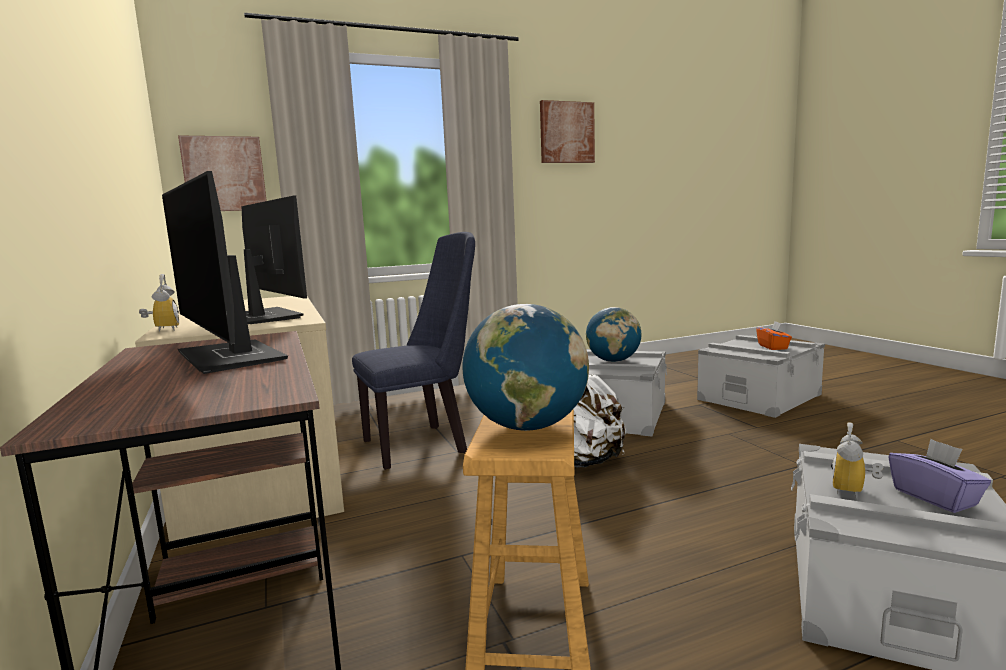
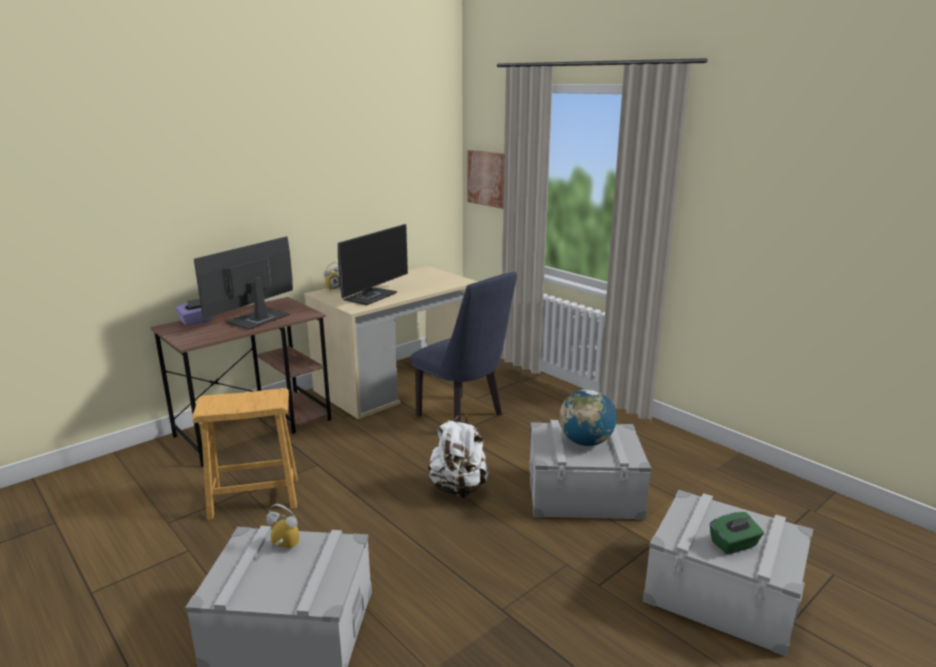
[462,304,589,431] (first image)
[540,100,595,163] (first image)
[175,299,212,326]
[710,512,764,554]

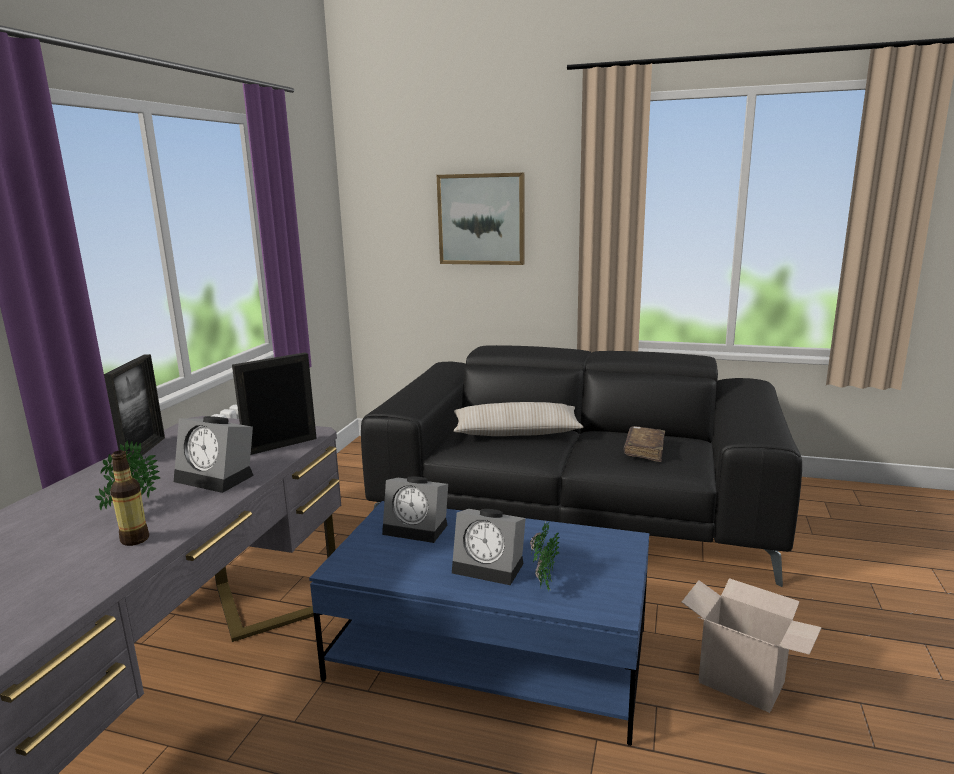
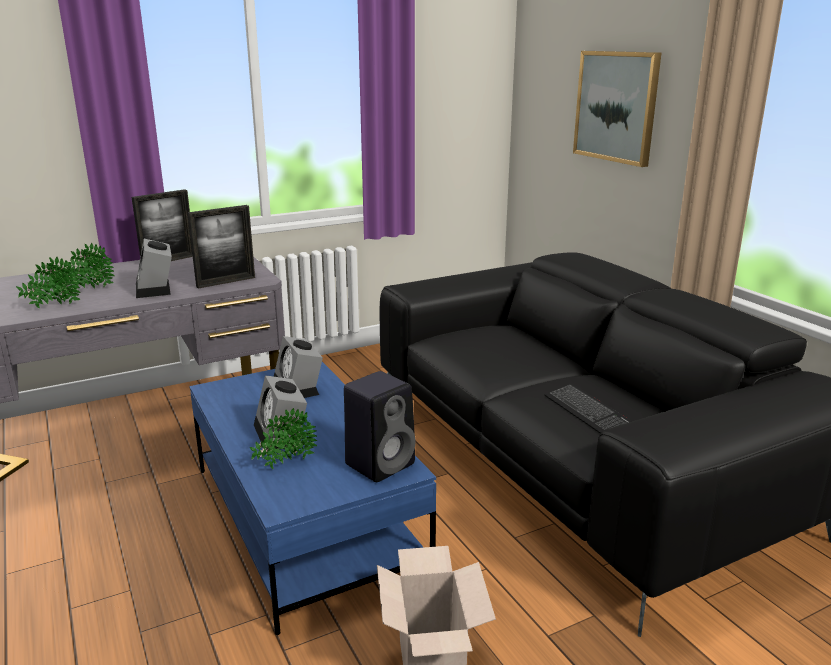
[454,402,583,436] (first image)
[344,371,416,482]
[16,256,80,309]
[545,384,632,433]
[187,205,255,289]

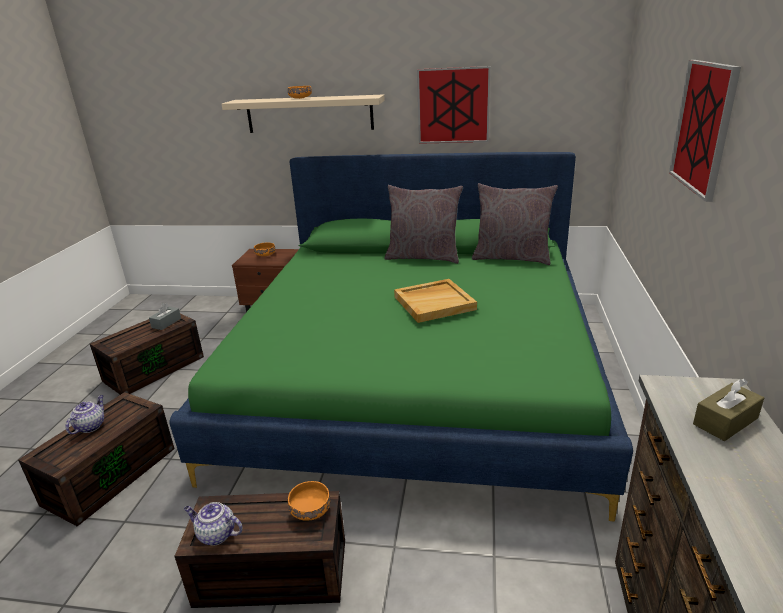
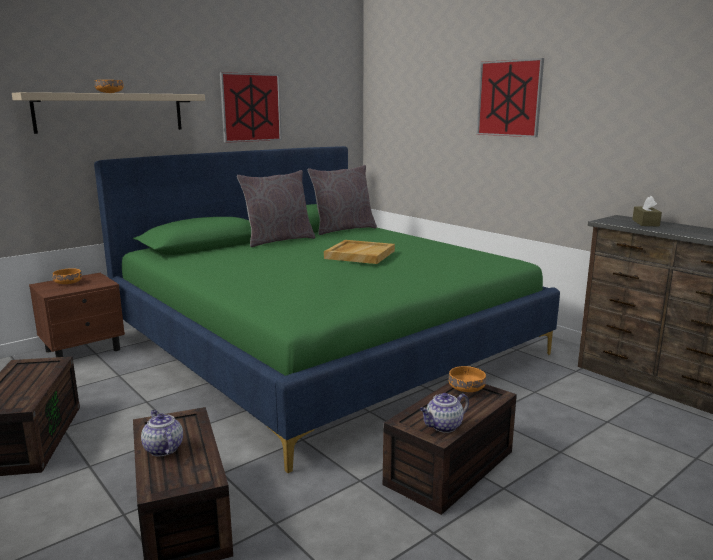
[149,303,181,330] (first image)

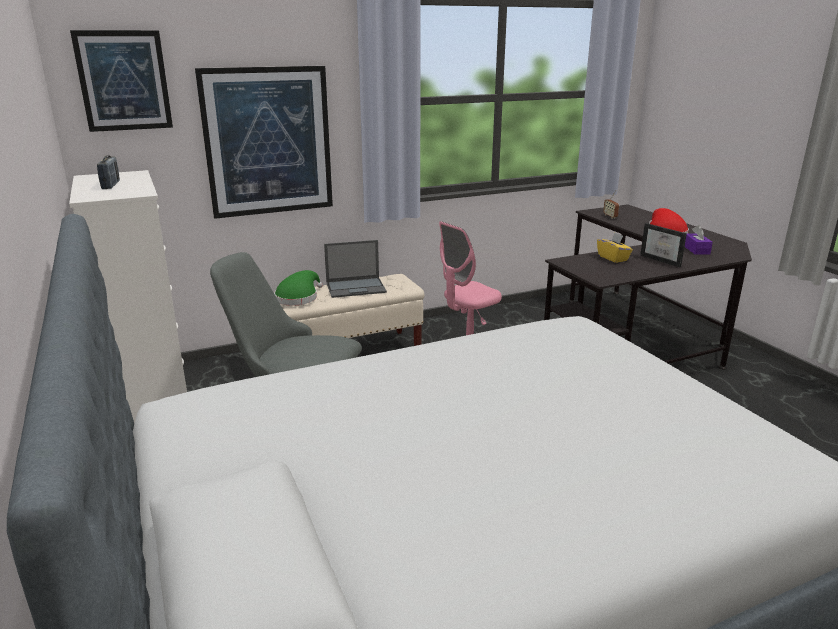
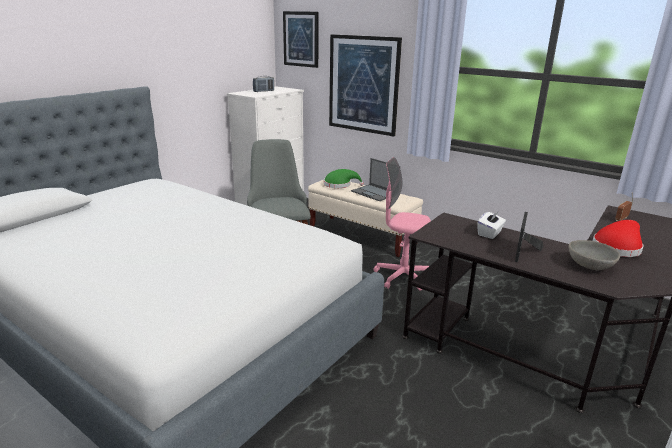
[568,240,620,270]
[478,211,506,239]

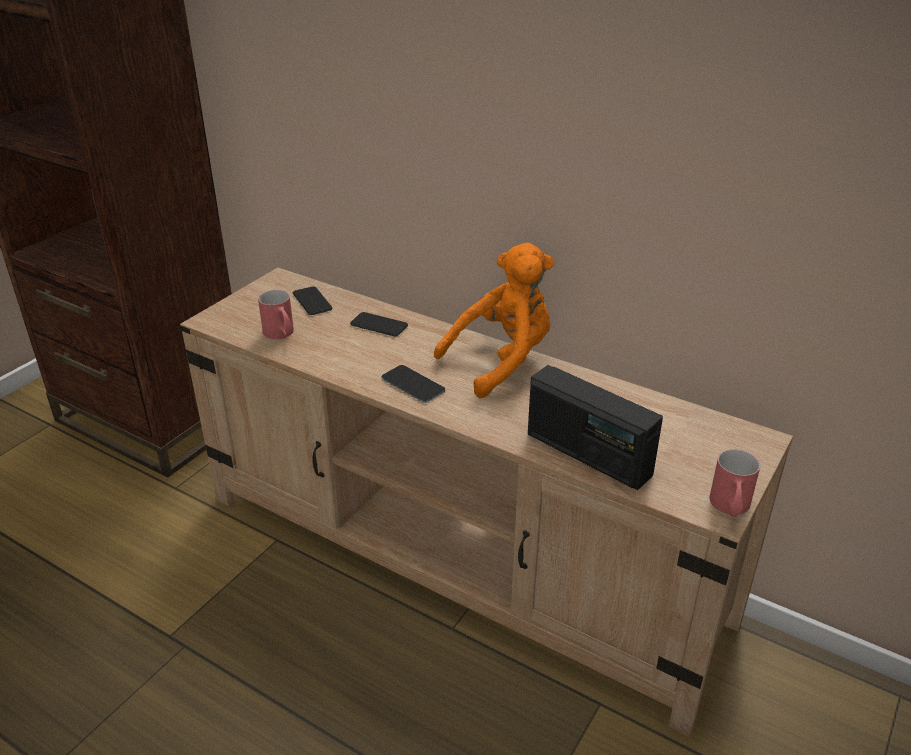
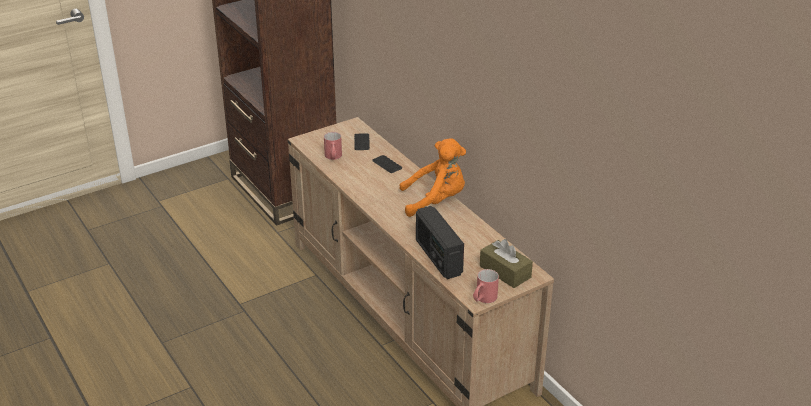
[382,365,445,403] (first image)
[480,239,533,288]

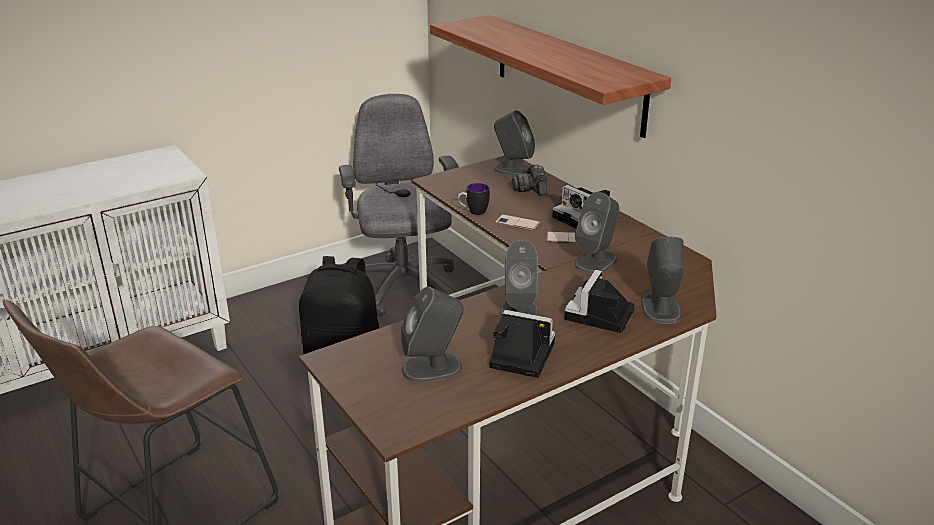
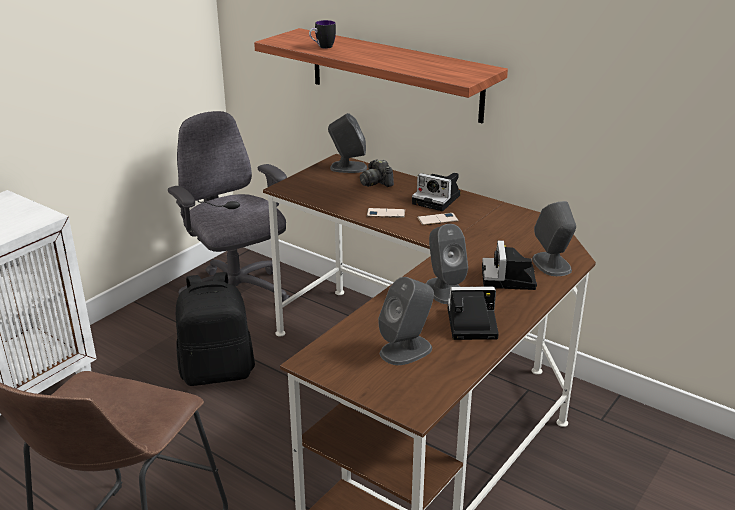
[574,192,619,274] (first image)
[309,20,336,49]

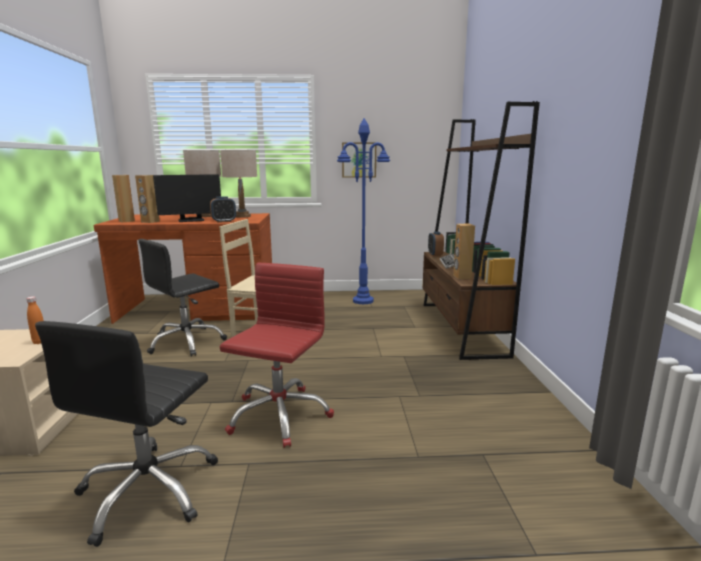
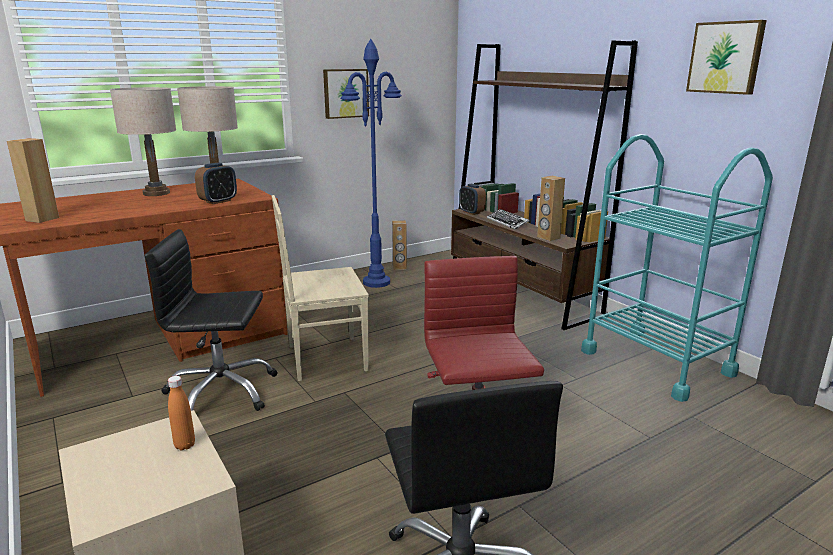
[153,174,221,222] (first image)
[581,134,773,402]
[686,20,767,95]
[392,220,407,270]
[145,229,277,411]

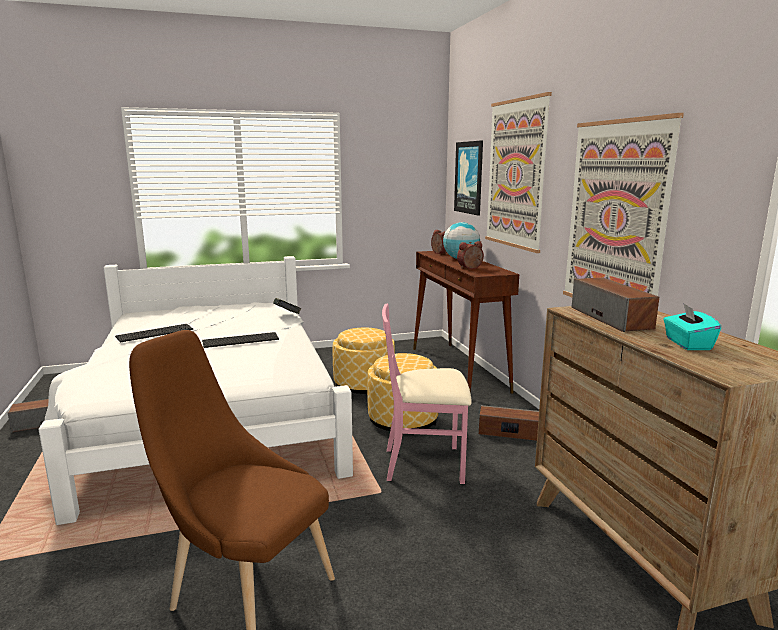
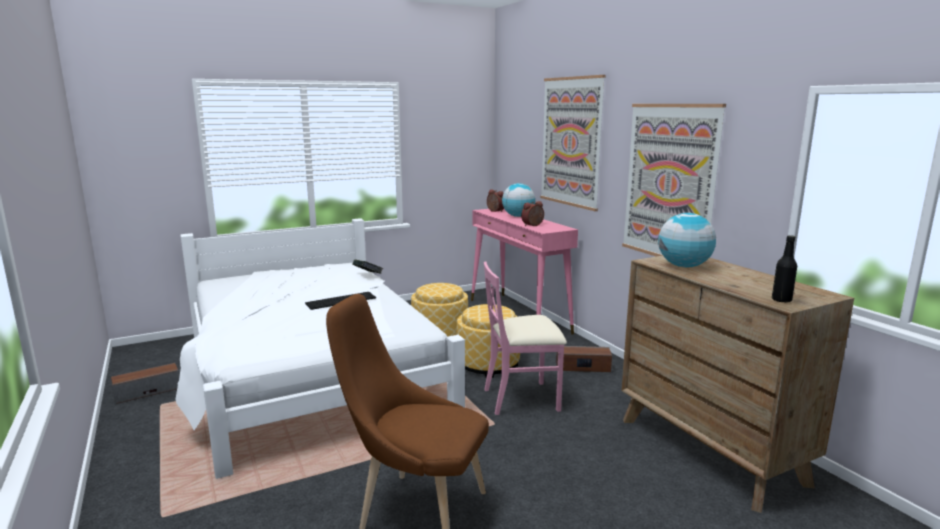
[115,324,193,342] (first image)
[454,140,483,216] (first image)
[664,303,721,350] (first image)
[772,235,797,303]
[658,213,716,268]
[471,209,578,335]

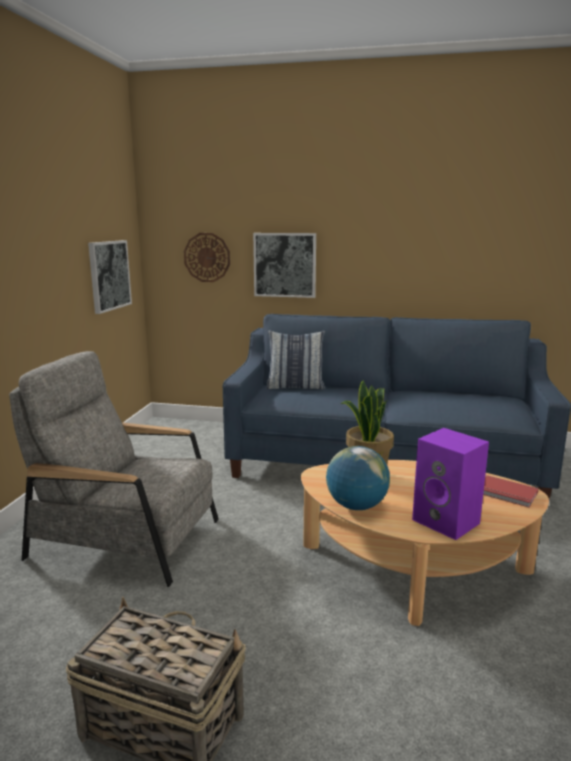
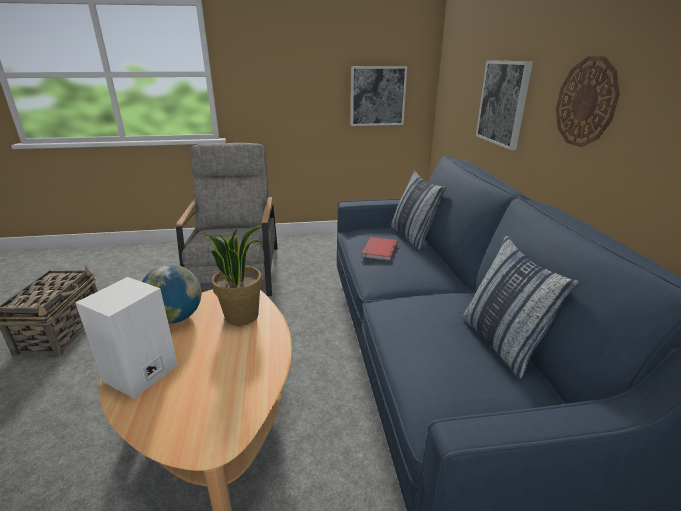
[463,235,580,379]
[556,57,620,147]
[362,237,398,261]
[75,277,178,398]

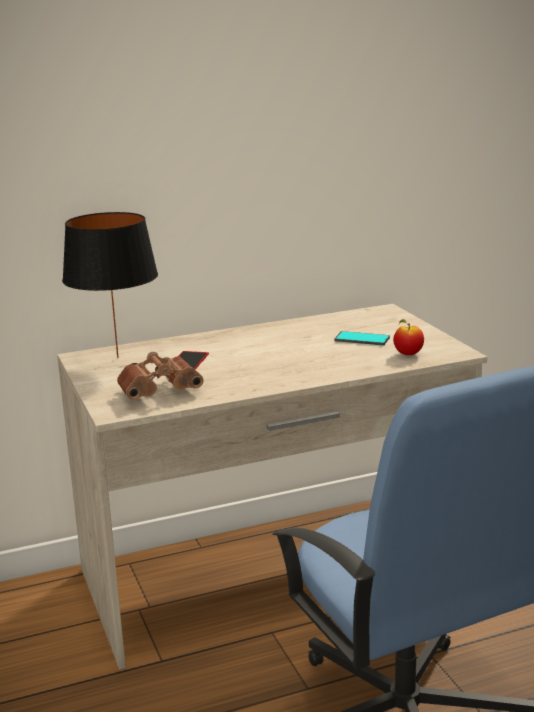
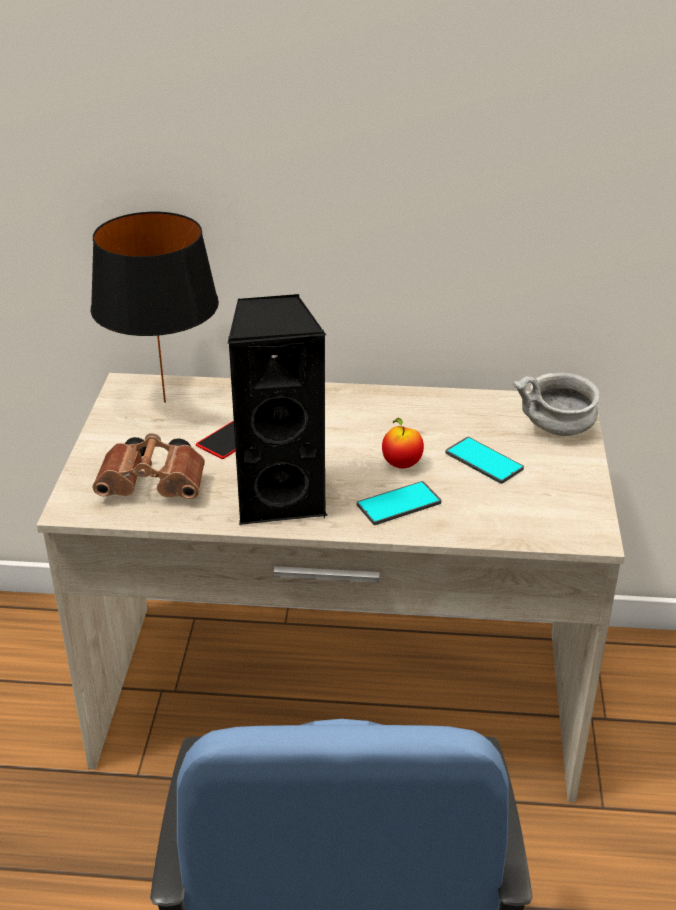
[227,294,328,525]
[357,481,441,525]
[513,373,600,436]
[382,418,424,468]

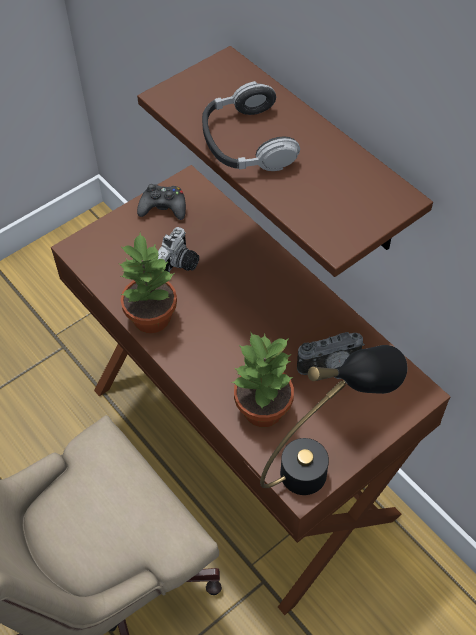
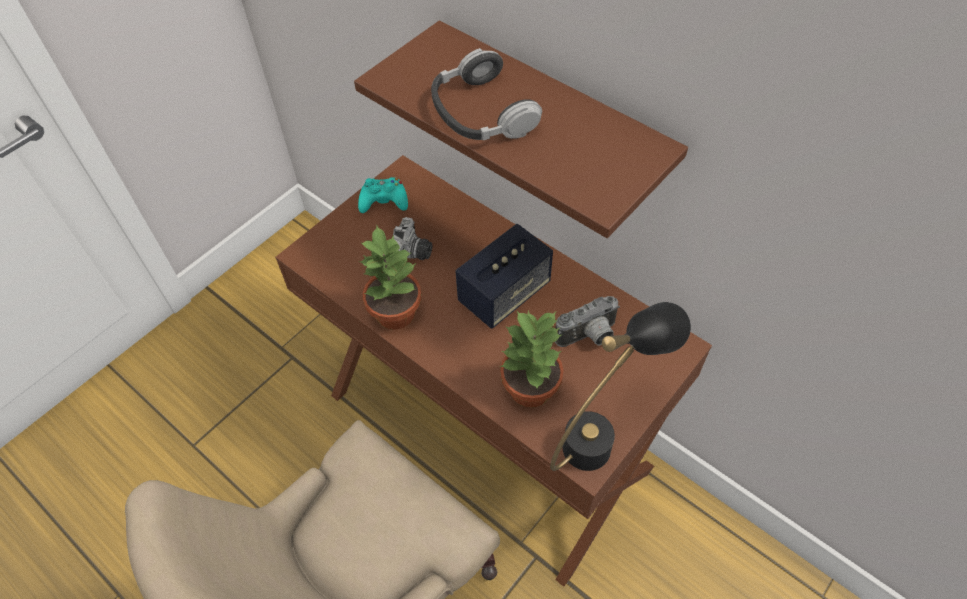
[455,224,553,329]
[358,177,408,213]

